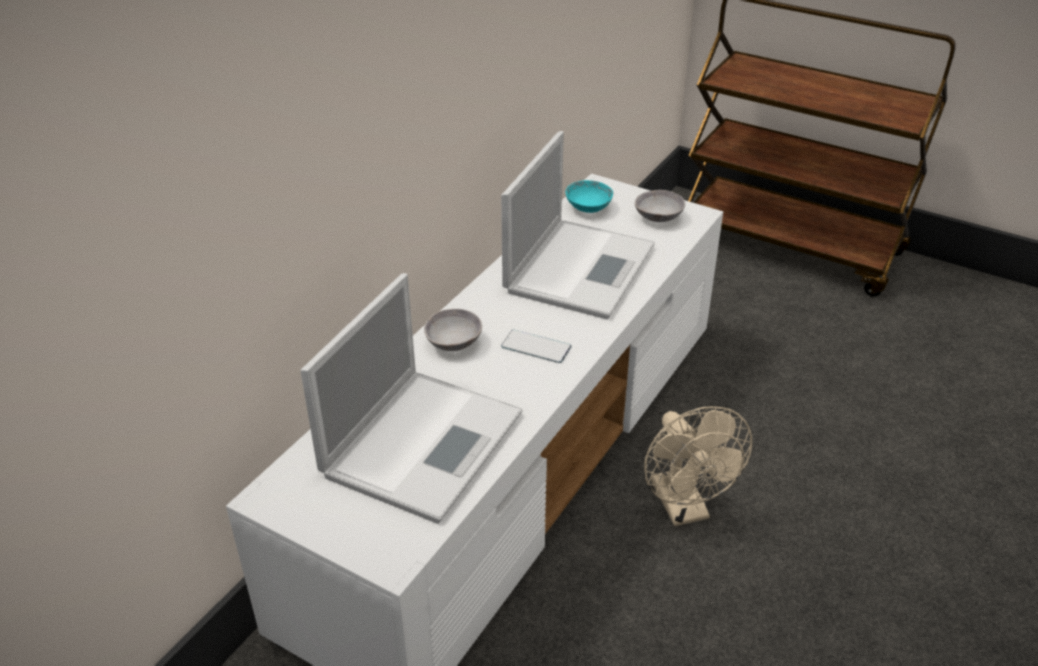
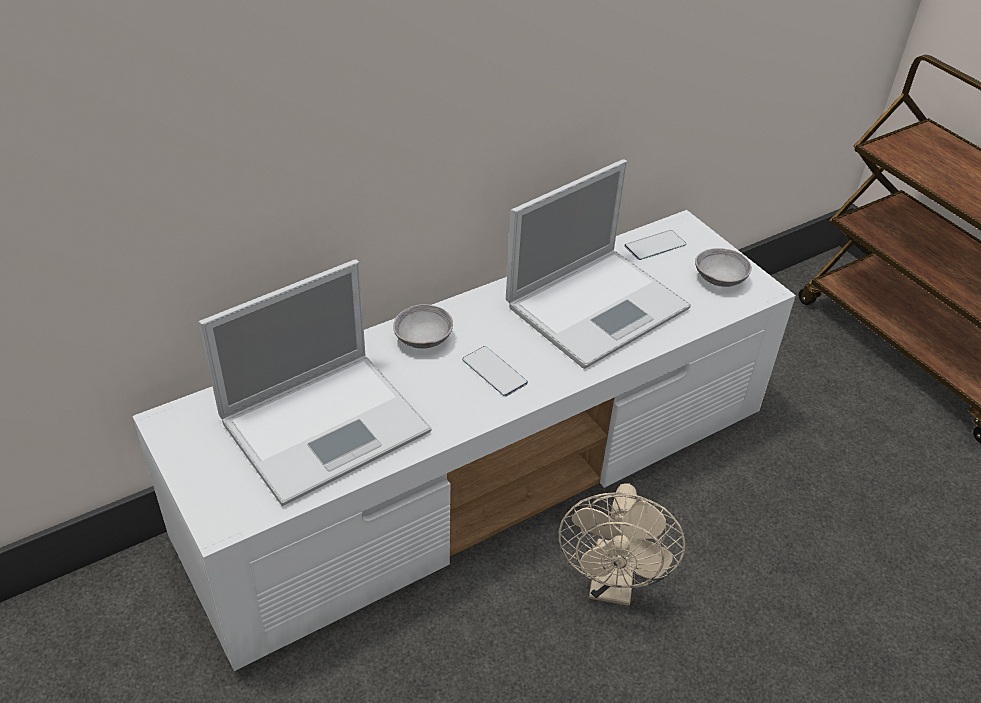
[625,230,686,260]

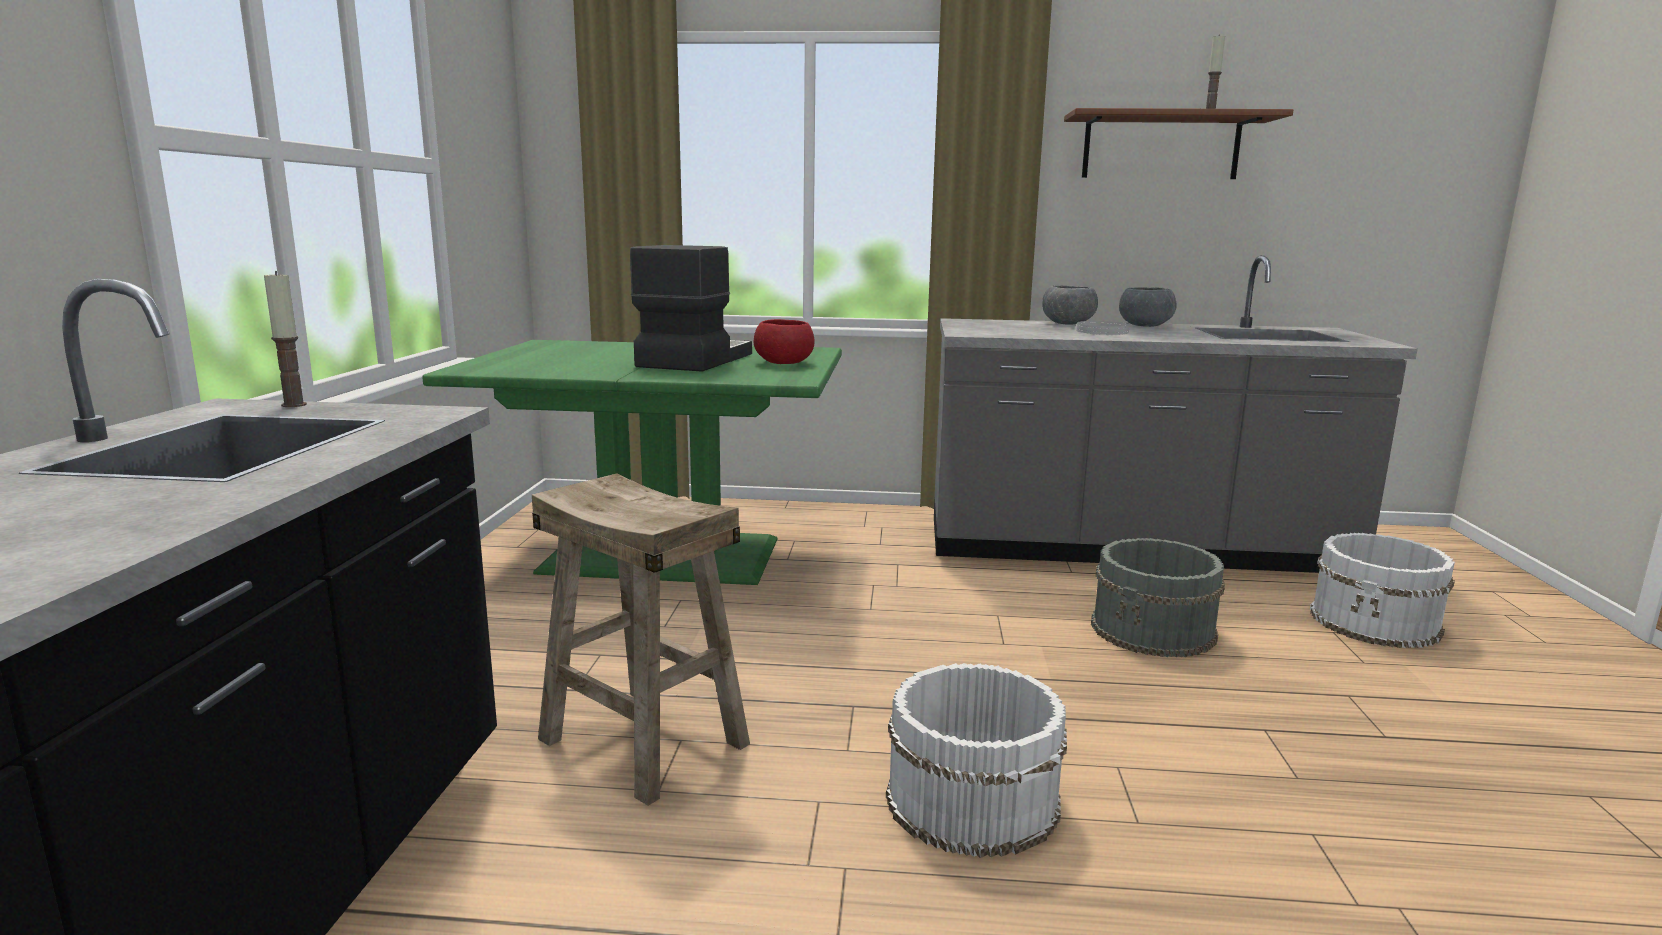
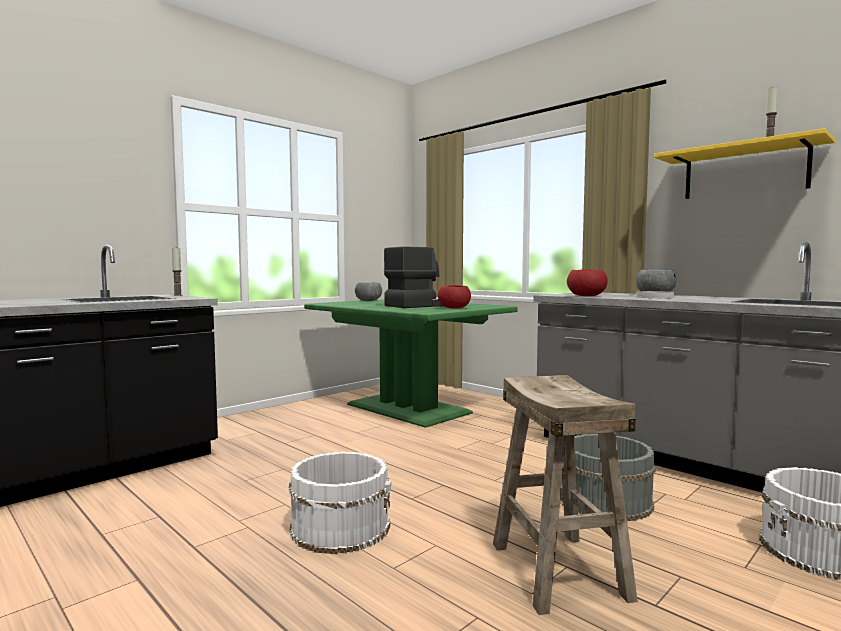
[567,269,607,296]
[493,375,638,615]
[355,282,382,301]
[654,128,835,199]

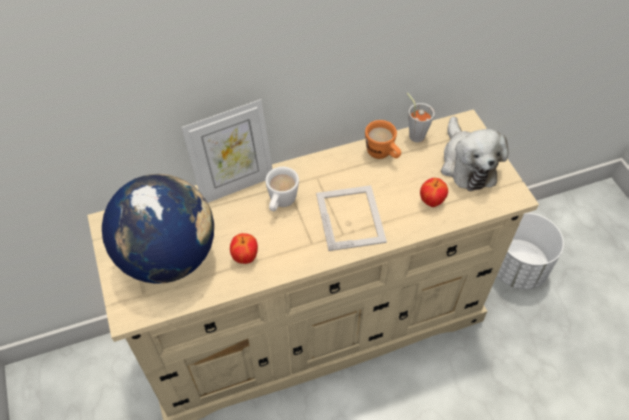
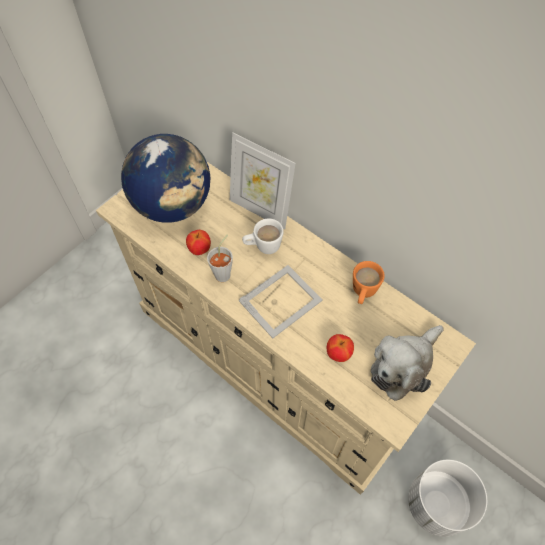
[207,235,233,282]

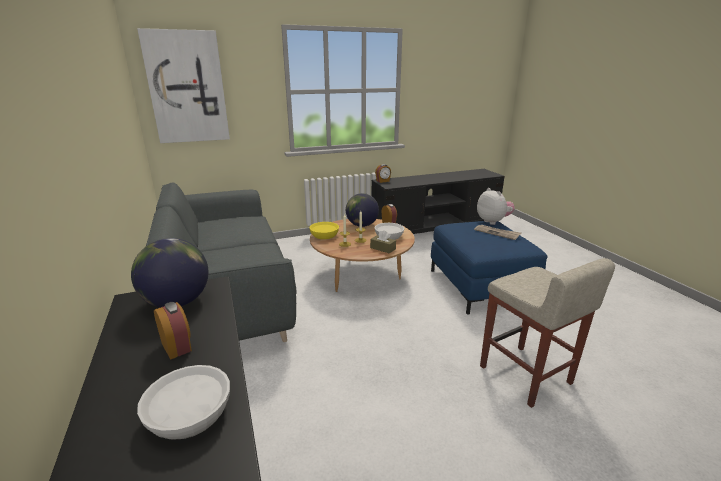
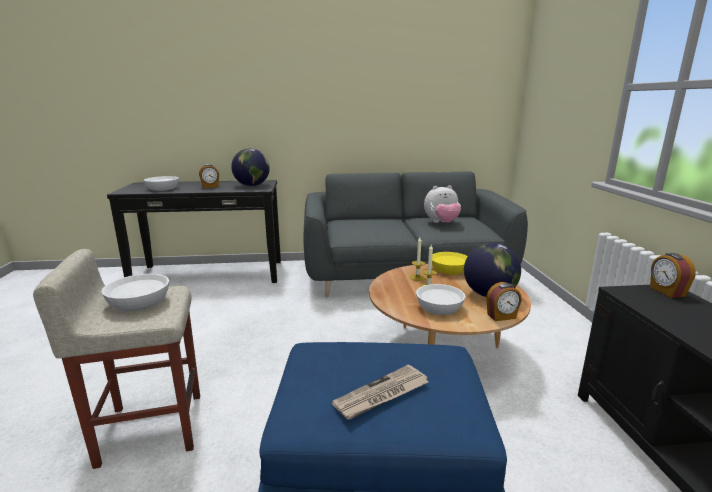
[137,28,230,143] (first image)
[370,230,396,254] (first image)
[101,274,169,312]
[424,185,461,223]

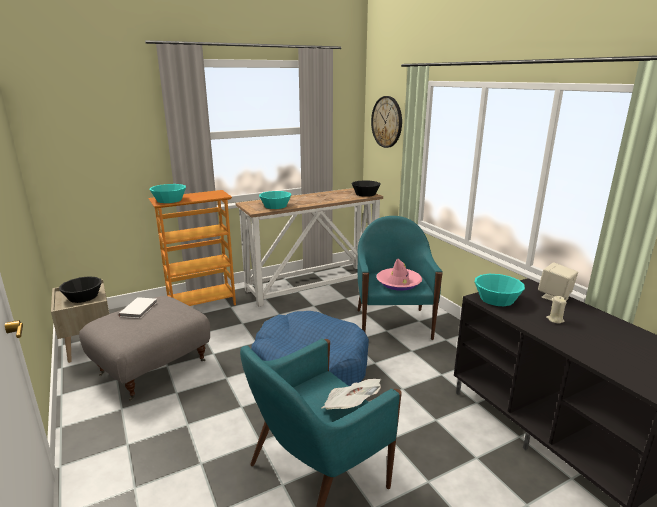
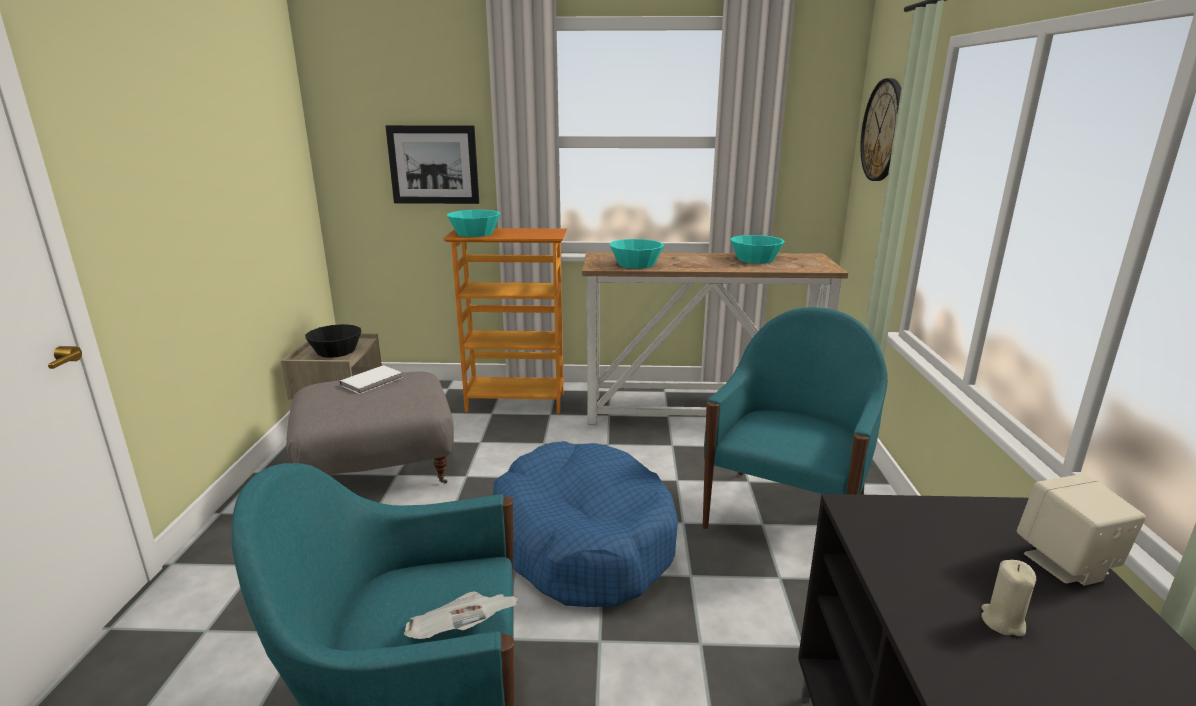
[352,180,381,197] (first image)
[376,258,422,291] (first image)
[386,125,479,204]
[730,235,785,264]

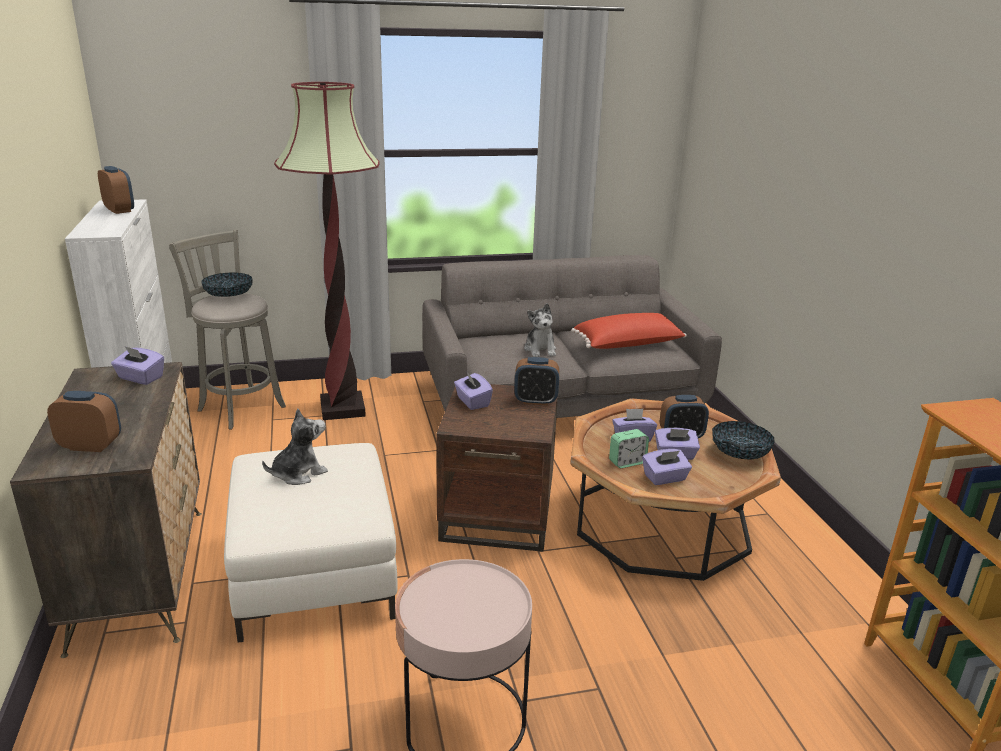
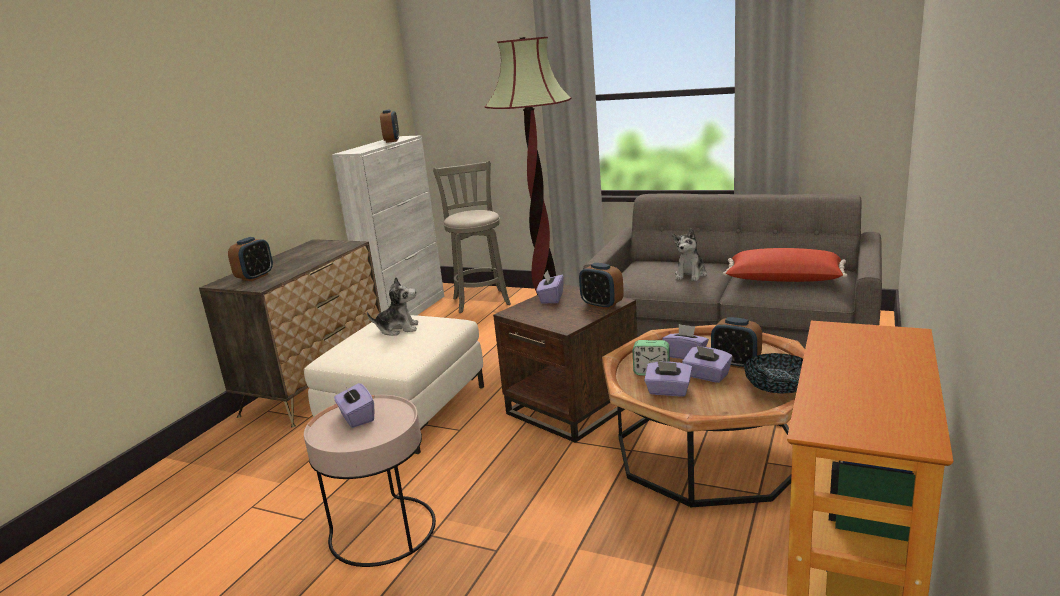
[202,272,253,297] (first image)
[334,383,375,428]
[228,237,273,281]

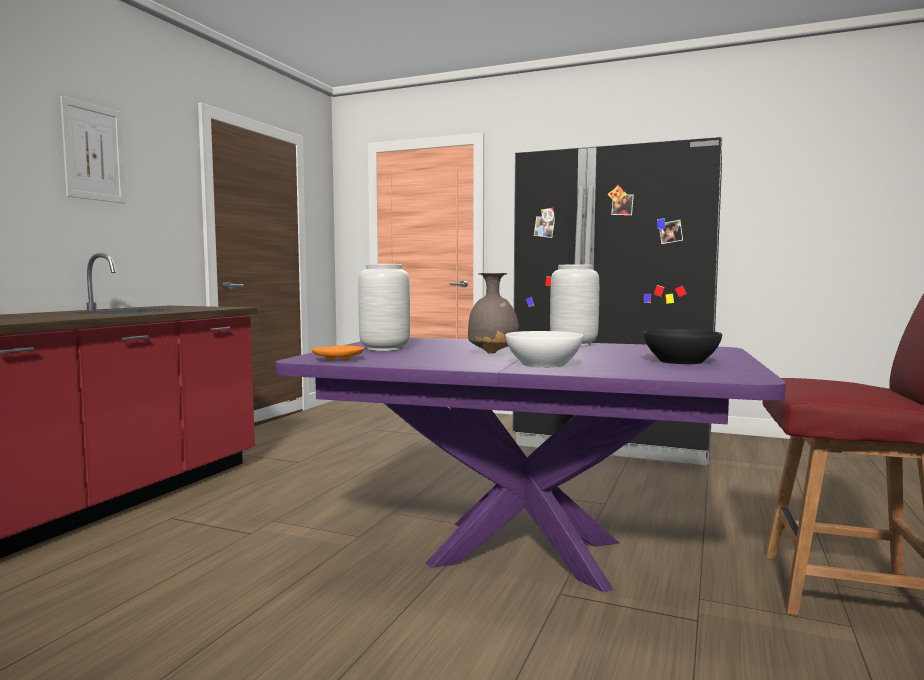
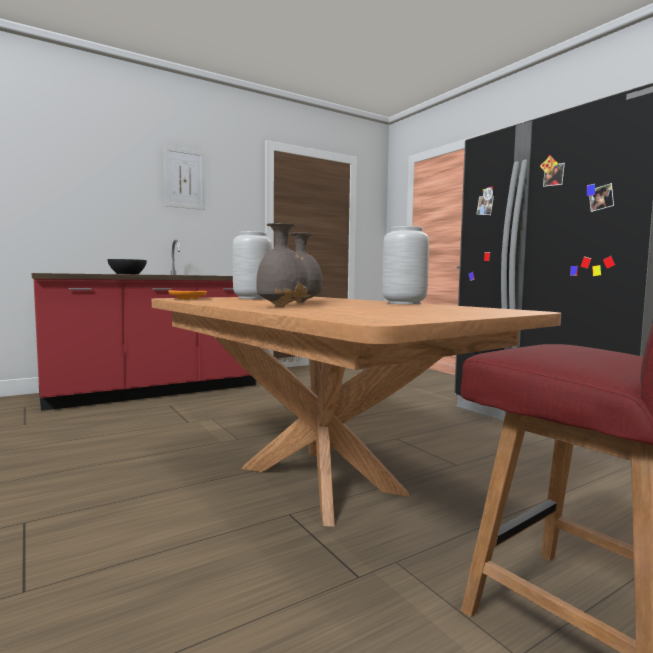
[107,259,147,274]
[256,223,309,307]
[152,297,561,527]

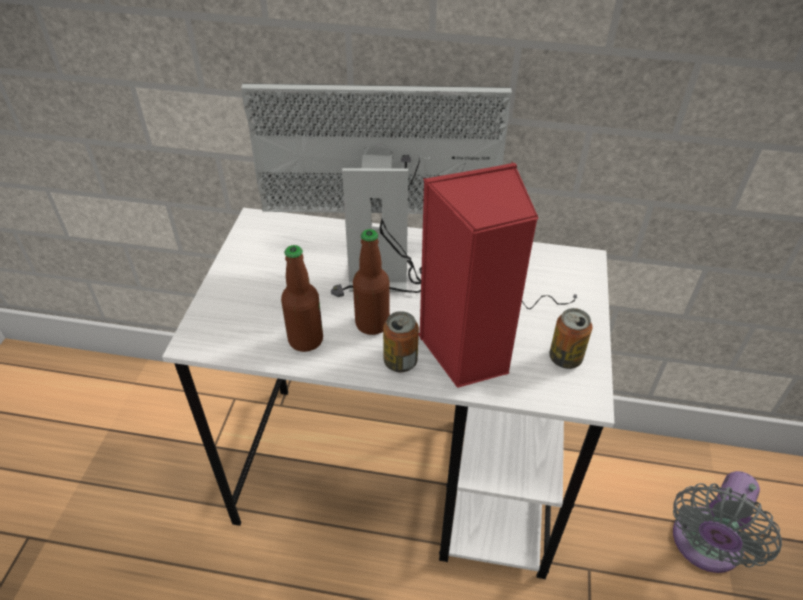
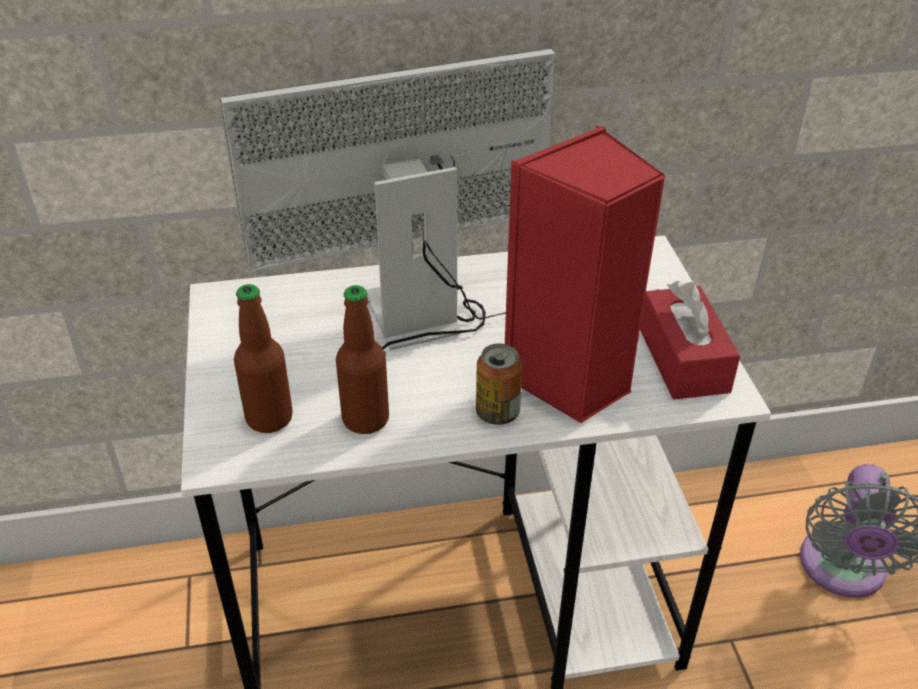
[234,284,293,433]
[640,281,740,400]

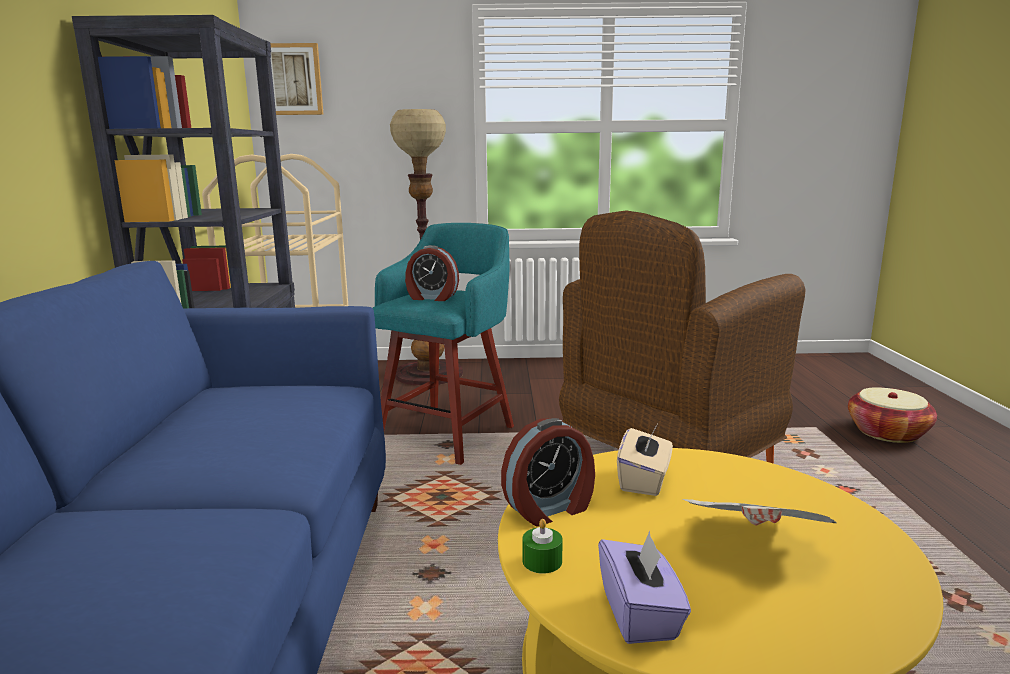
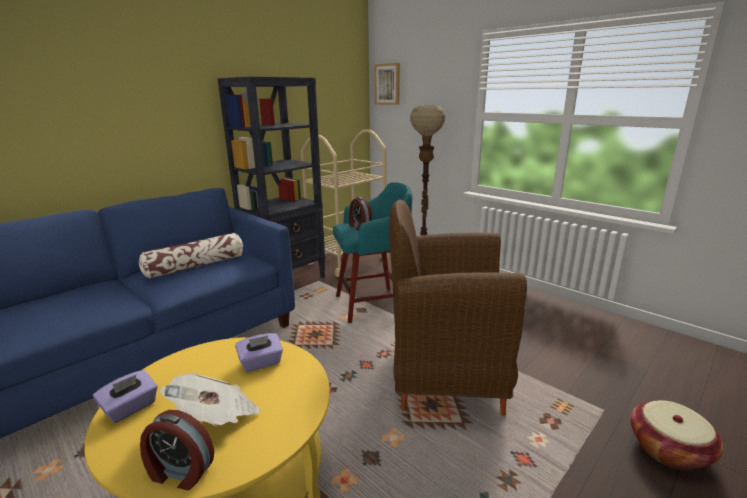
[523,519,563,574] (first image)
[139,233,243,279]
[140,410,214,490]
[235,333,283,372]

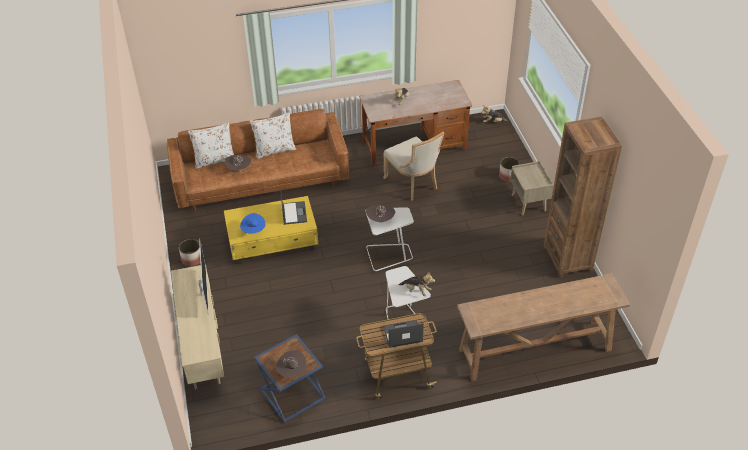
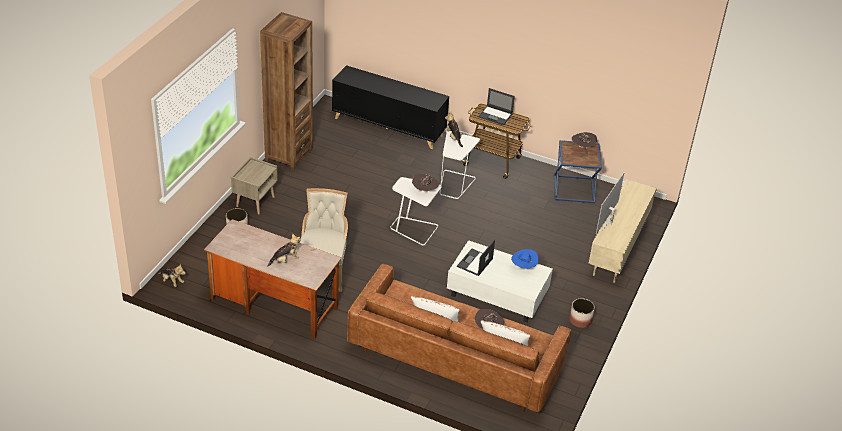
[332,65,449,149]
[447,240,553,322]

